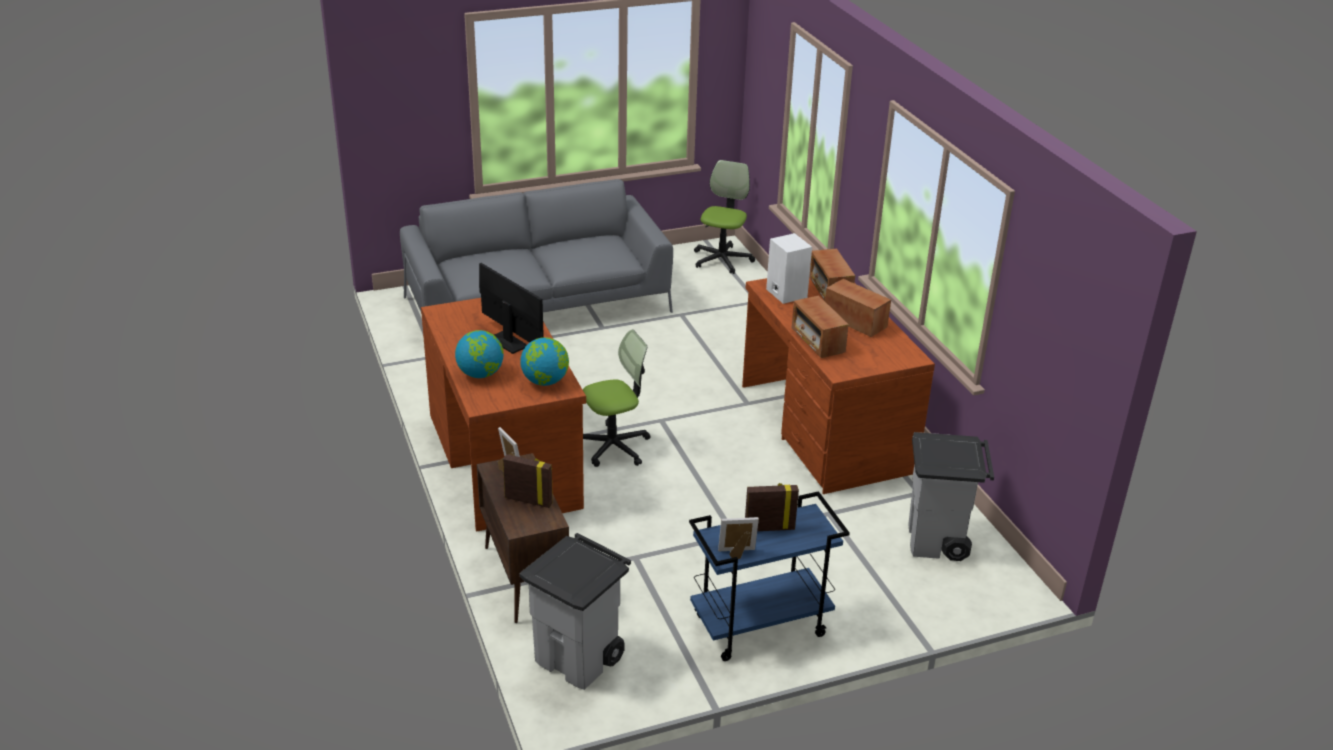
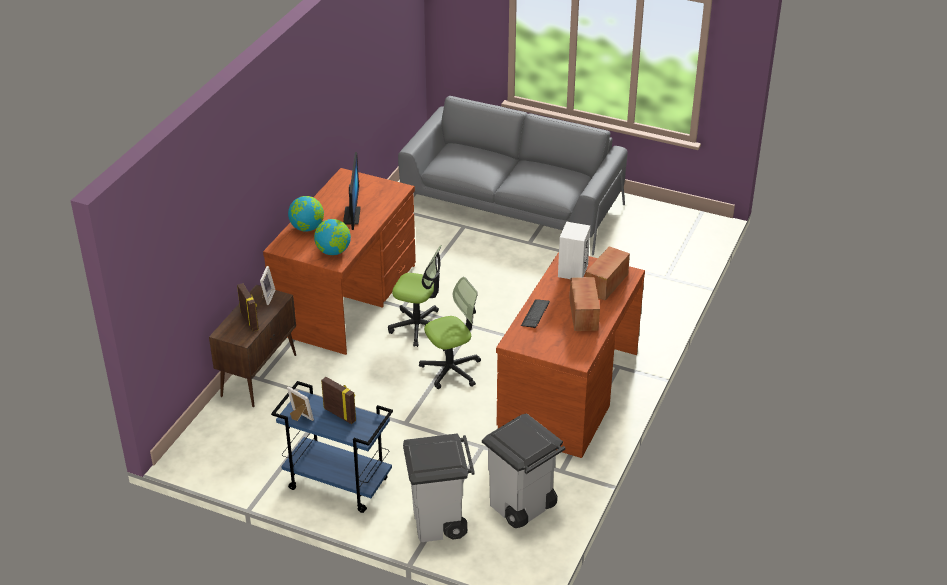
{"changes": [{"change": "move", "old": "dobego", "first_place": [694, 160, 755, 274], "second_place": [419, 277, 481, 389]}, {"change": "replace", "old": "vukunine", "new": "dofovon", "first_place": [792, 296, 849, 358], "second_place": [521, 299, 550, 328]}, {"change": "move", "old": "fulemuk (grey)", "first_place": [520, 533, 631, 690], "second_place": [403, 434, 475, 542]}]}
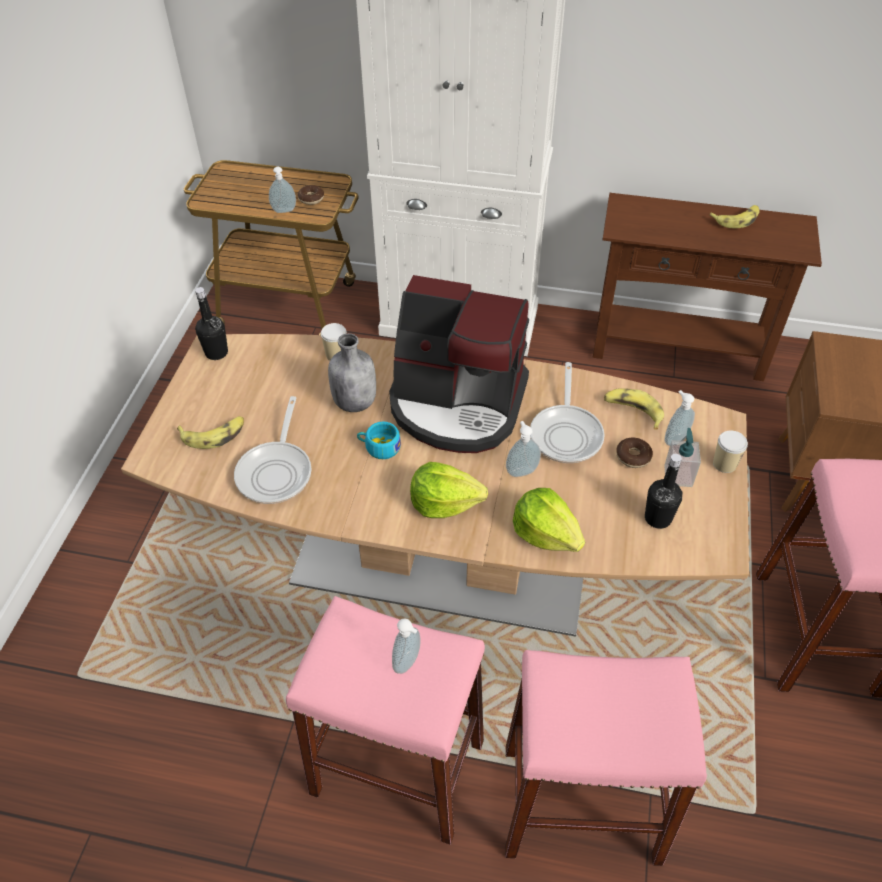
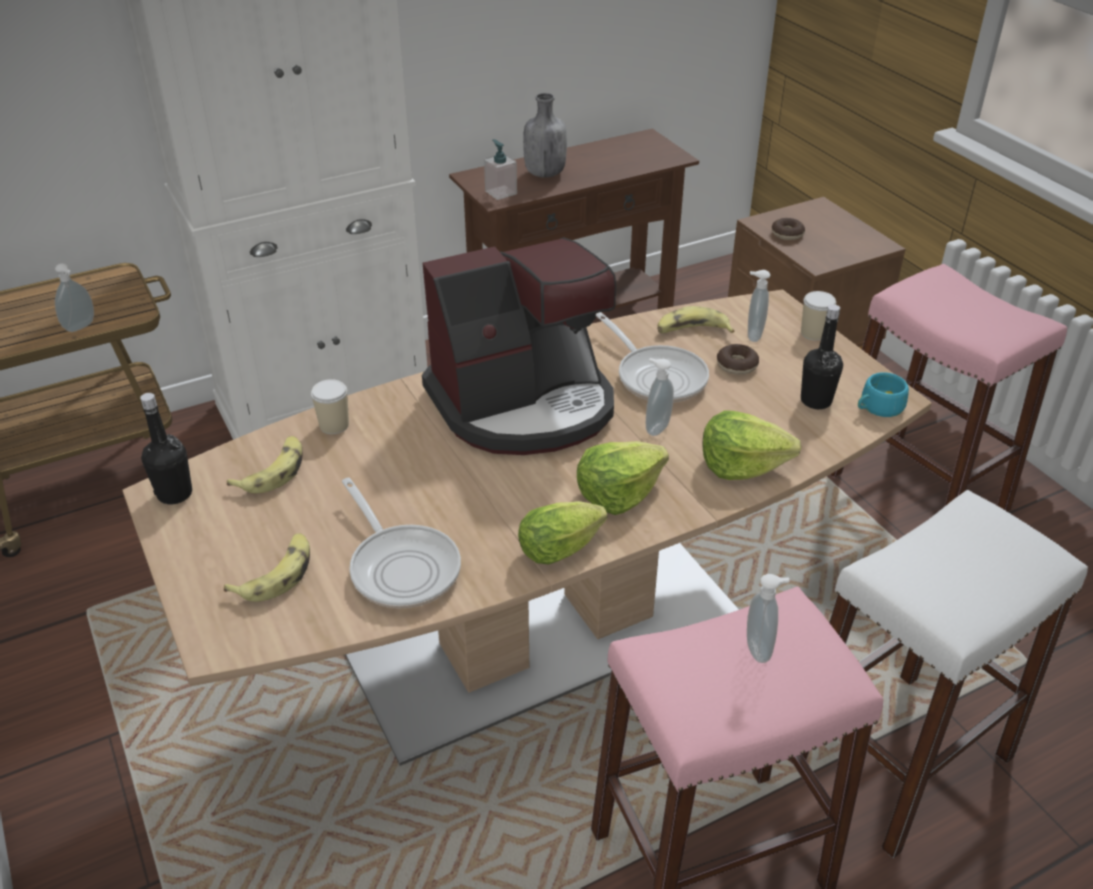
{"changes": [{"change": "move", "old": "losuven", "first_place": [298, 185, 324, 205], "second_place": [772, 218, 805, 240]}, {"change": "move", "old": "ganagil", "first_place": [709, 205, 760, 228], "second_place": [227, 436, 302, 493]}, {"change": "move", "old": "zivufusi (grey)", "first_place": [328, 333, 376, 412], "second_place": [523, 93, 567, 178]}, {"change": "move", "old": "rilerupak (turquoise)", "first_place": [357, 421, 401, 459], "second_place": [858, 372, 909, 417]}, {"change": "move", "old": "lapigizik", "first_place": [664, 428, 701, 487], "second_place": [484, 139, 517, 200]}, {"change": "recolor", "old": "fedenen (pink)", "new": "fedenen (white)", "first_place": [505, 650, 707, 866], "second_place": [788, 490, 1088, 858]}, {"change": "insert", "new": "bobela", "second_place": [518, 501, 607, 564]}]}
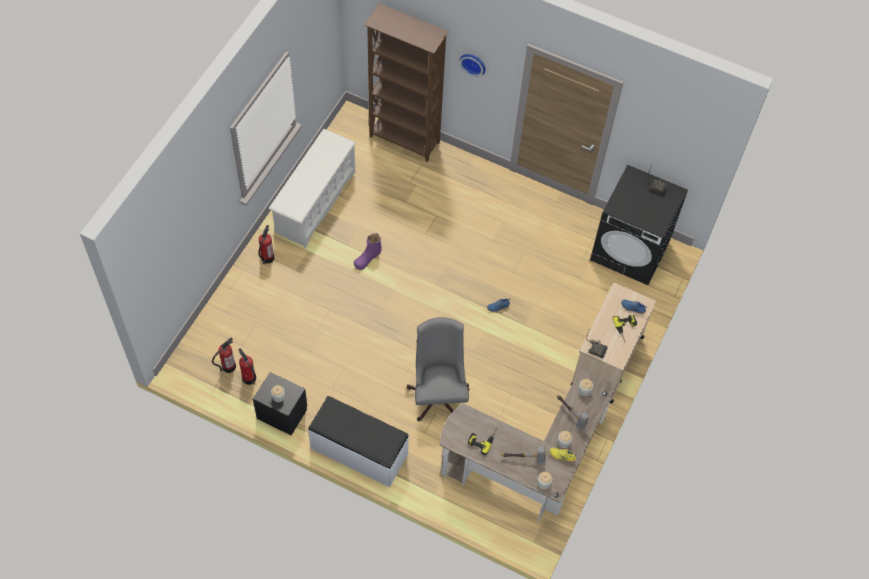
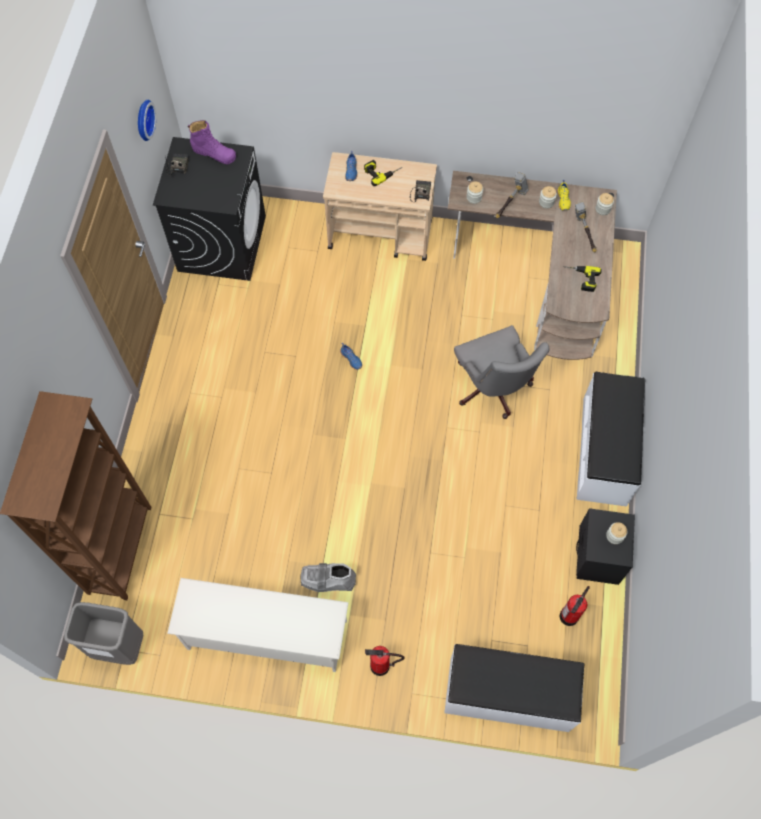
{"changes": [{"change": "move", "old": "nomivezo", "first_place": [460, 54, 486, 77], "second_place": [138, 100, 156, 141]}, {"change": "move", "old": "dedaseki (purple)", "first_place": [354, 233, 382, 270], "second_place": [188, 120, 236, 164]}, {"change": "rotate", "old": "dobego (grey)", "first_place": [407, 317, 469, 421], "second_place": [454, 325, 549, 419], "degrees": -90}, {"change": "delete", "old": "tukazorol", "first_place": [212, 338, 236, 373]}, {"change": "insert", "new": "dedaseki (grey)", "second_place": [300, 563, 356, 592]}, {"change": "insert", "new": "fulemuk (grey)", "second_place": [64, 602, 144, 665]}, {"change": "insert", "new": "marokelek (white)", "second_place": [444, 644, 584, 732]}]}
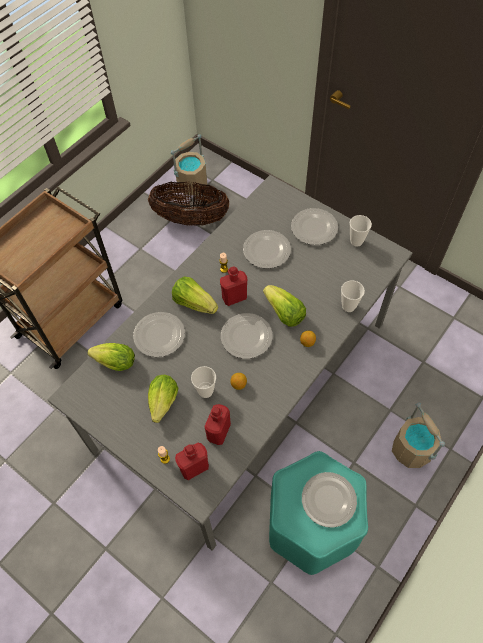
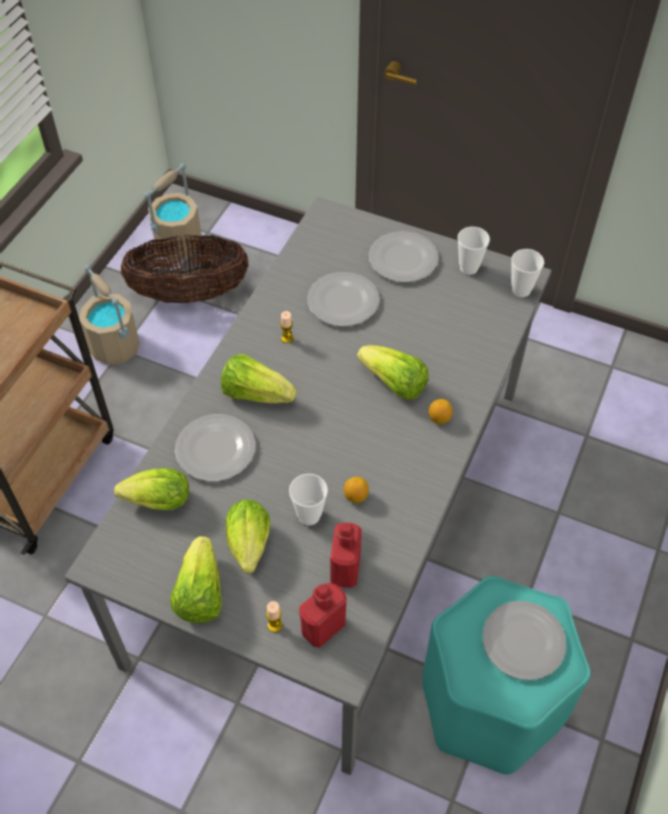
{"changes": [{"change": "delete", "old": "zivufusi (red)", "first_place": [220, 266, 247, 306]}, {"change": "move", "old": "rilerupak", "first_place": [341, 280, 365, 312], "second_place": [511, 249, 544, 297]}, {"change": "delete", "old": "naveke", "first_place": [221, 313, 273, 359]}, {"change": "move", "old": "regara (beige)", "first_place": [392, 402, 445, 468], "second_place": [79, 265, 140, 365]}, {"change": "insert", "new": "bobela", "second_place": [170, 536, 222, 623]}]}
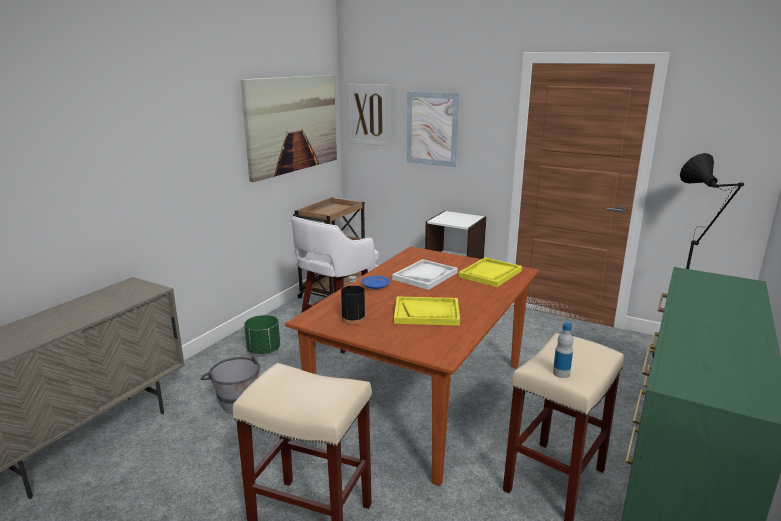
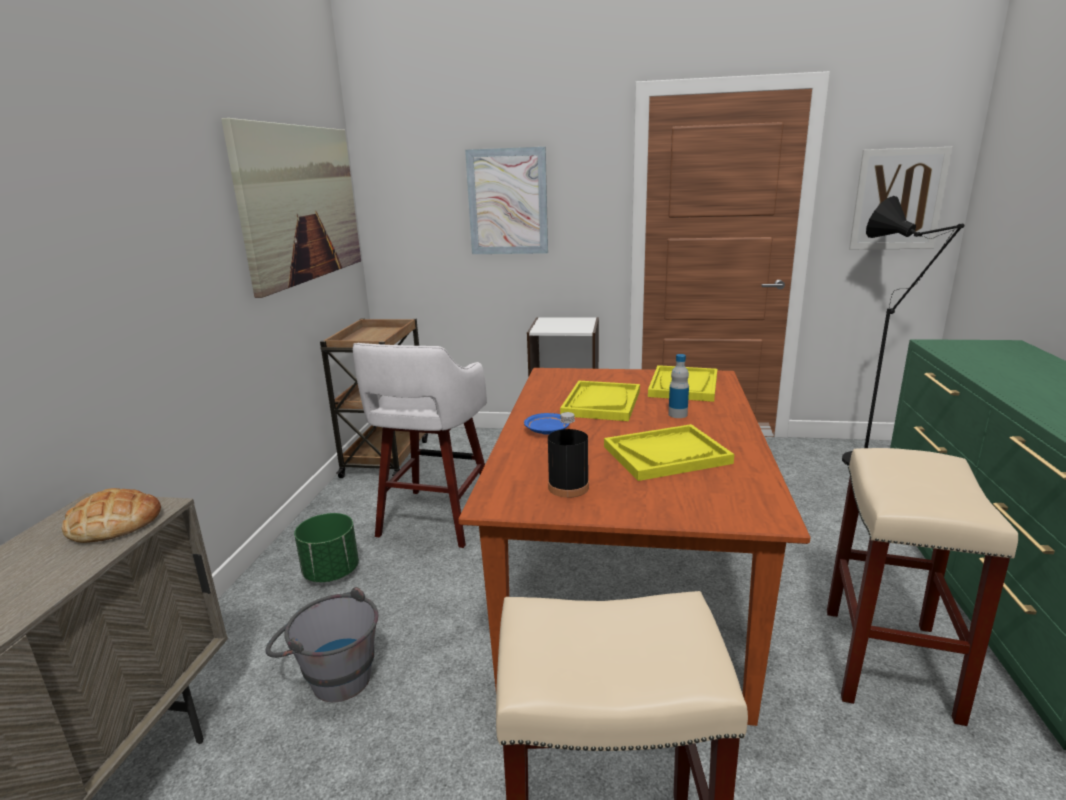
{"changes": [{"change": "move", "old": "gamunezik", "first_place": [347, 84, 390, 146], "second_place": [849, 147, 952, 250]}, {"change": "recolor", "old": "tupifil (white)", "new": "tupifil (yellow)", "first_place": [392, 259, 458, 290], "second_place": [560, 380, 640, 421]}, {"change": "move", "old": "zivufusi", "first_place": [553, 323, 574, 378], "second_place": [668, 354, 689, 418]}, {"change": "insert", "new": "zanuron", "second_place": [62, 488, 161, 543]}]}
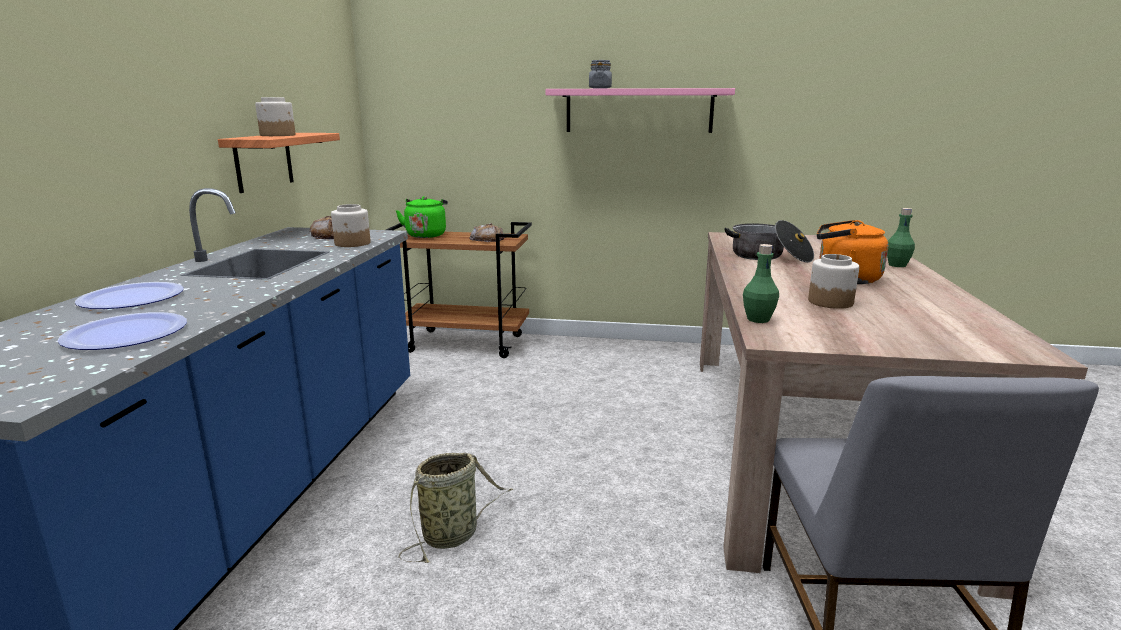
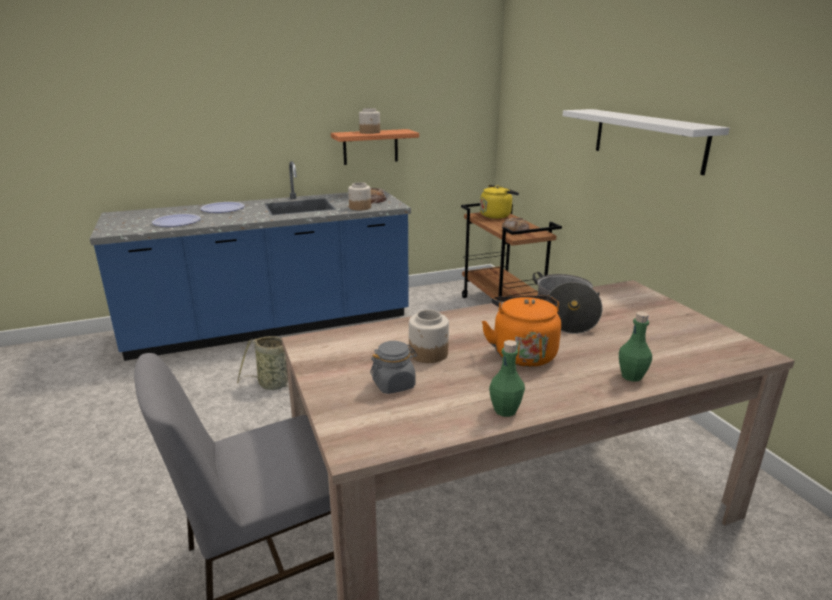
{"changes": [{"change": "move", "old": "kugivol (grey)", "first_place": [589, 60, 612, 89], "second_place": [370, 341, 417, 394]}, {"change": "recolor", "old": "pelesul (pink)", "new": "pelesul (white)", "first_place": [545, 88, 735, 133], "second_place": [563, 109, 730, 175]}, {"change": "recolor", "old": "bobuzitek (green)", "new": "bobuzitek (yellow)", "first_place": [396, 196, 448, 238], "second_place": [480, 185, 519, 219]}, {"change": "move", "old": "zivufusi (green)", "first_place": [743, 244, 779, 323], "second_place": [489, 340, 525, 417]}]}
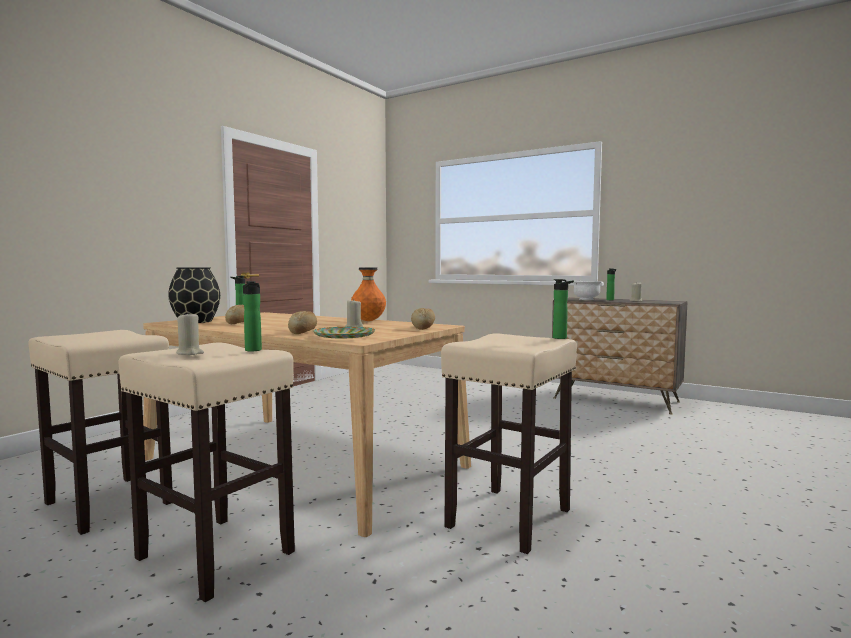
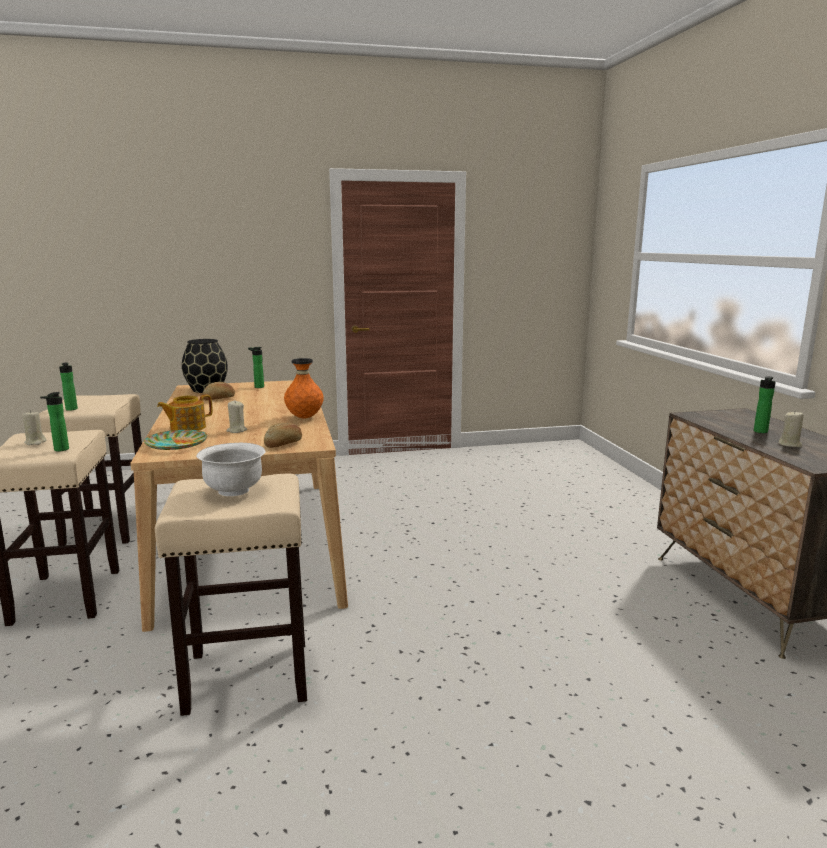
{"changes": [{"change": "move", "old": "zivufusi", "first_place": [553, 279, 574, 339], "second_place": [59, 363, 78, 411]}, {"change": "move", "old": "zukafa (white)", "first_place": [574, 281, 602, 300], "second_place": [196, 443, 265, 496]}, {"change": "replace", "old": "zanuron", "new": "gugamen", "first_place": [288, 311, 317, 334], "second_place": [157, 395, 212, 431]}]}
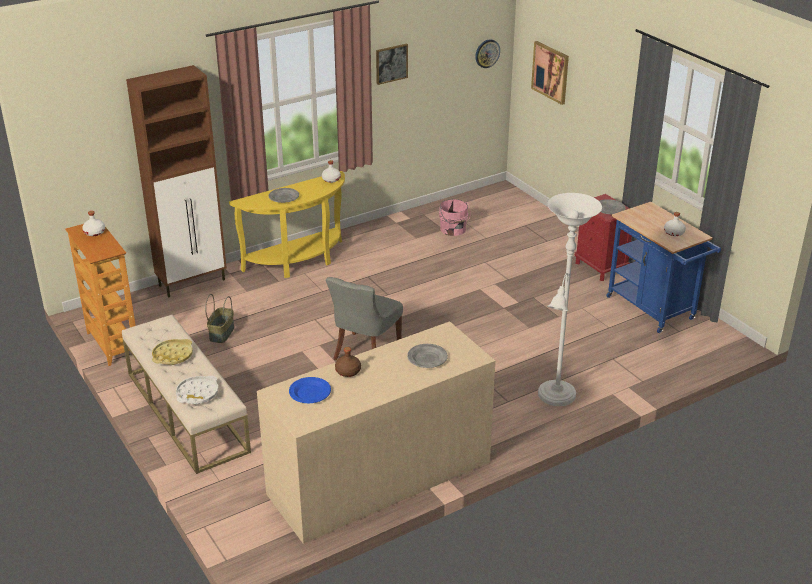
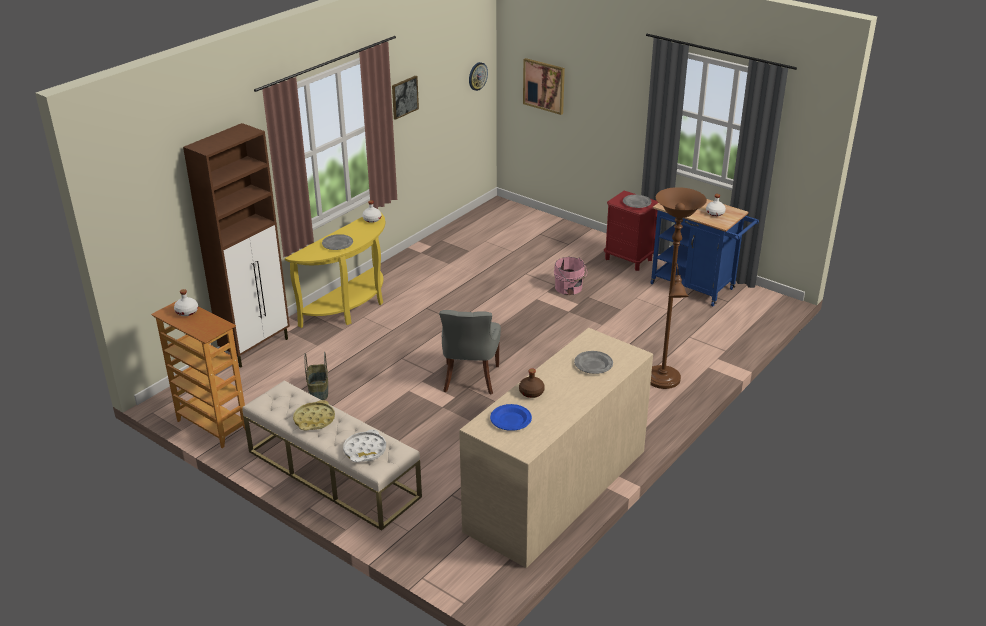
{"changes": [{"change": "recolor", "old": "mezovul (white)", "new": "mezovul (brown)", "first_place": [538, 193, 602, 406], "second_place": [650, 187, 707, 389]}, {"change": "move", "old": "regara (pink)", "first_place": [439, 199, 471, 236], "second_place": [554, 257, 587, 295]}]}
